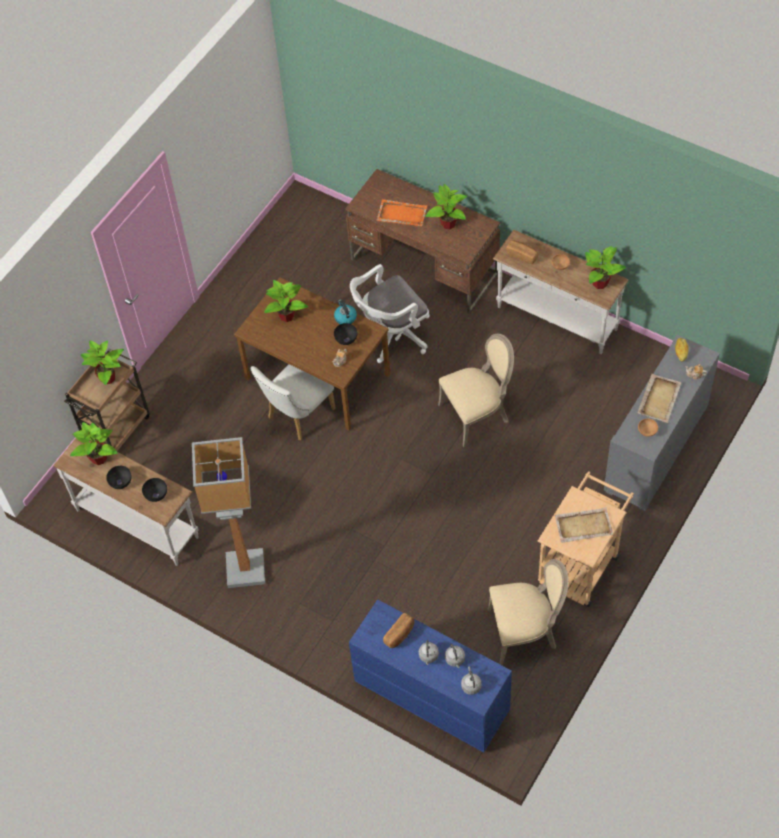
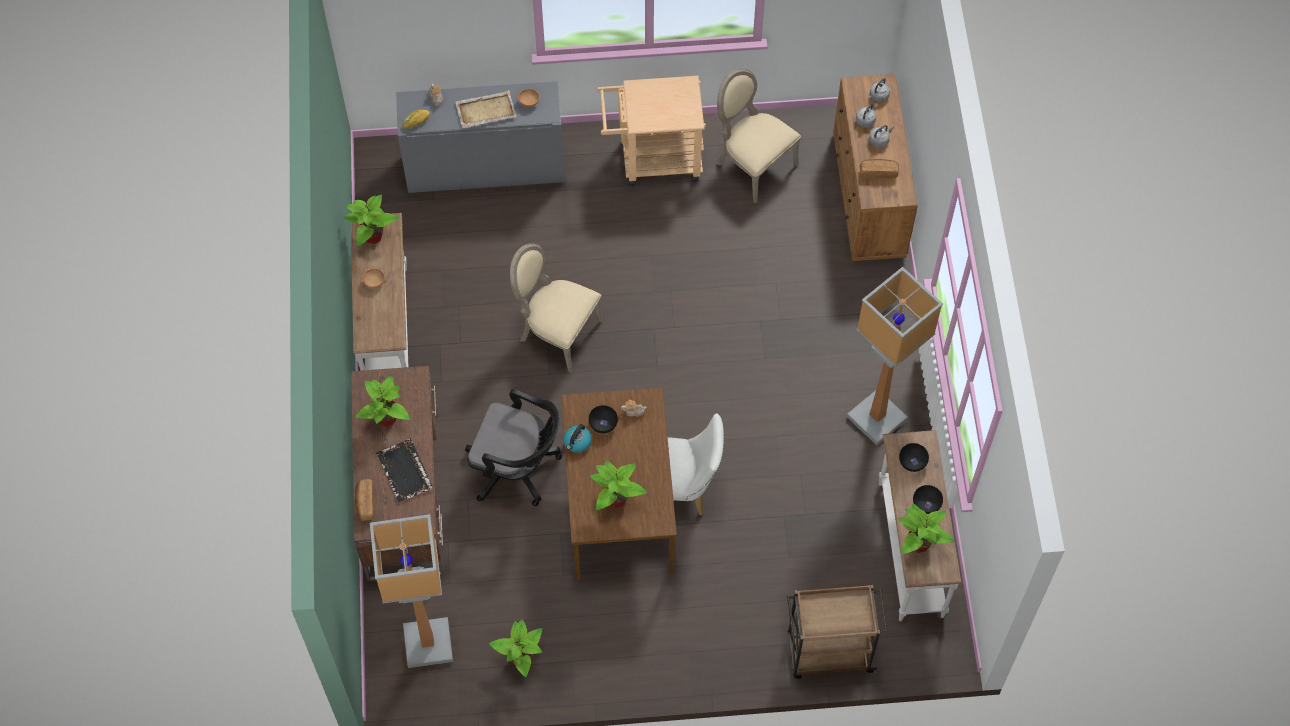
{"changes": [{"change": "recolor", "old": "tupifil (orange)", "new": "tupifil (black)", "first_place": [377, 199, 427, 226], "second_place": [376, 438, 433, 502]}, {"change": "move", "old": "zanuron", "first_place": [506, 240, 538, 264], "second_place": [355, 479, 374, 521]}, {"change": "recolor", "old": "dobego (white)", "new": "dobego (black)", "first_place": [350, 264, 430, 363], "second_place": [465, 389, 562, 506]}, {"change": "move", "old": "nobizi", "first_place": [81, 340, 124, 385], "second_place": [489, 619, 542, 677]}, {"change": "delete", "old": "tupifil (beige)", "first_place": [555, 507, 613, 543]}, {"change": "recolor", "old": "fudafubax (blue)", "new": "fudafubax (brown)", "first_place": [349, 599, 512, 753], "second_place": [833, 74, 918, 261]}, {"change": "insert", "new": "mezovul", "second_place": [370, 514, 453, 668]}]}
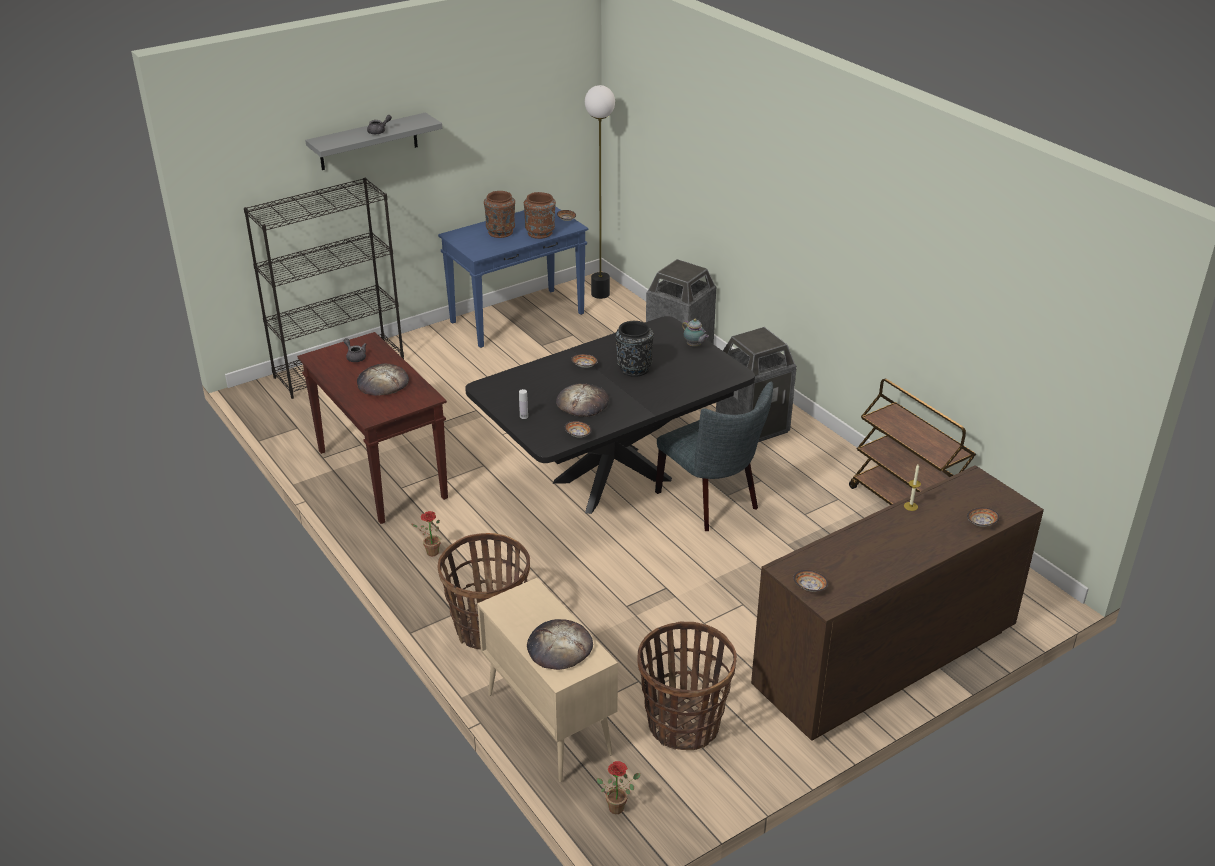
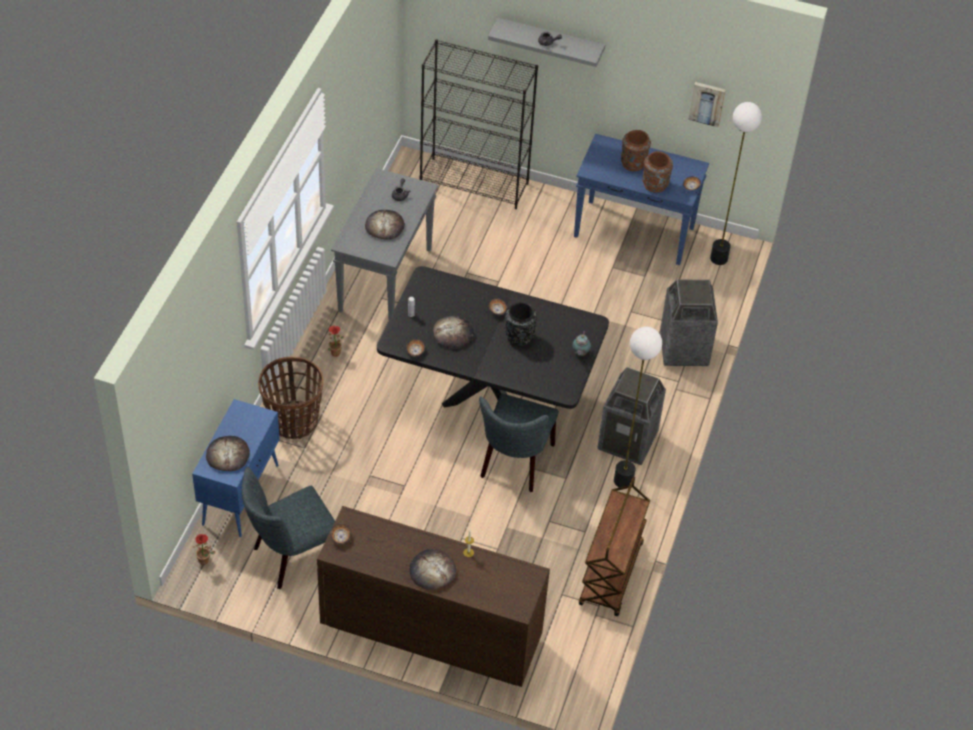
{"changes": [{"change": "recolor", "old": "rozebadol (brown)", "new": "rozebadol (grey)", "first_place": [297, 332, 448, 524], "second_place": [331, 168, 438, 321]}, {"change": "delete", "old": "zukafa", "first_place": [967, 508, 999, 527]}, {"change": "recolor", "old": "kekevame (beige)", "new": "kekevame (blue)", "first_place": [477, 578, 618, 782], "second_place": [192, 399, 280, 537]}, {"change": "replace", "old": "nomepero", "new": "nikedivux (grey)", "first_place": [637, 622, 737, 750], "second_place": [242, 467, 335, 589]}, {"change": "insert", "new": "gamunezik", "second_place": [688, 82, 726, 127]}, {"change": "insert", "new": "mezovul", "second_place": [614, 327, 662, 488]}, {"change": "insert", "new": "zanuron", "second_place": [409, 549, 456, 590]}]}
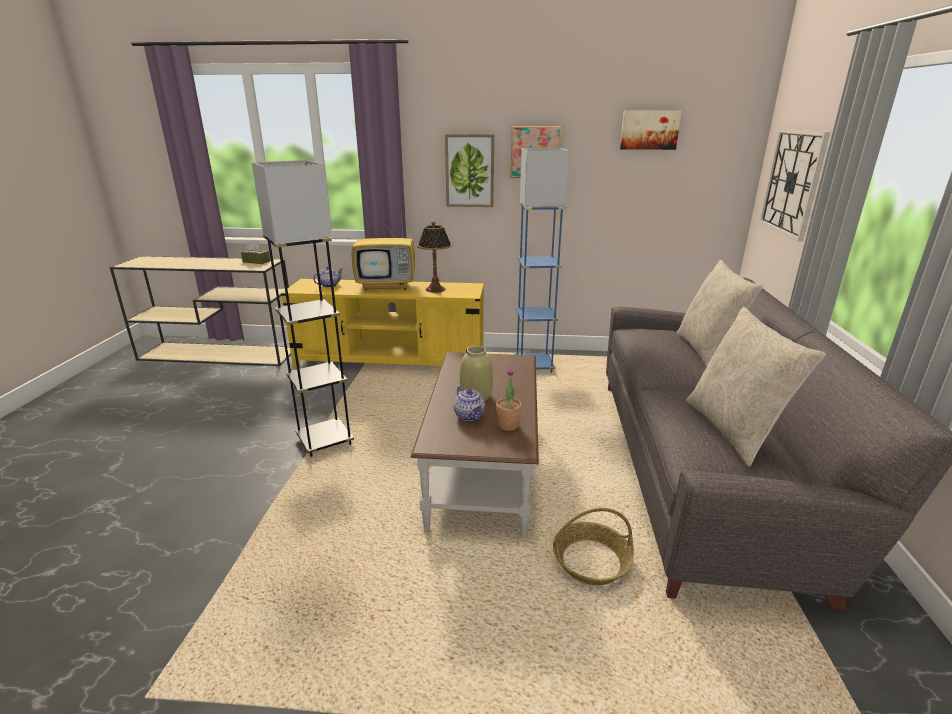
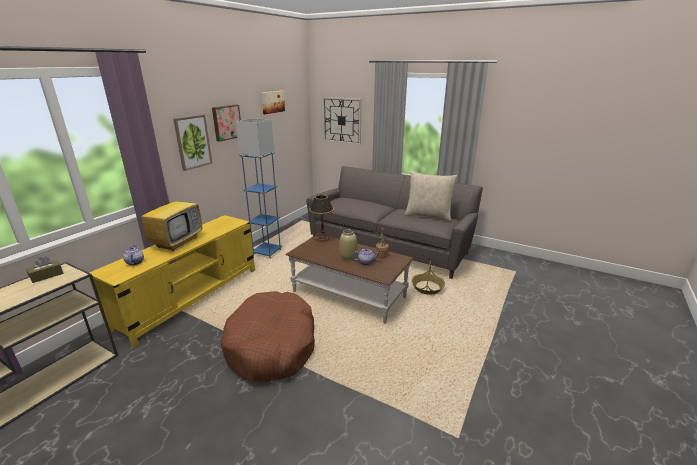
{"changes": [{"change": "replace", "old": "mezovul (grey)", "new": "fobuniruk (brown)", "first_place": [252, 160, 354, 457], "second_place": [221, 291, 315, 382]}, {"change": "move", "old": "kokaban", "first_place": [417, 222, 452, 293], "second_place": [309, 194, 334, 242]}, {"change": "delete", "old": "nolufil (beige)", "first_place": [677, 260, 763, 367]}]}
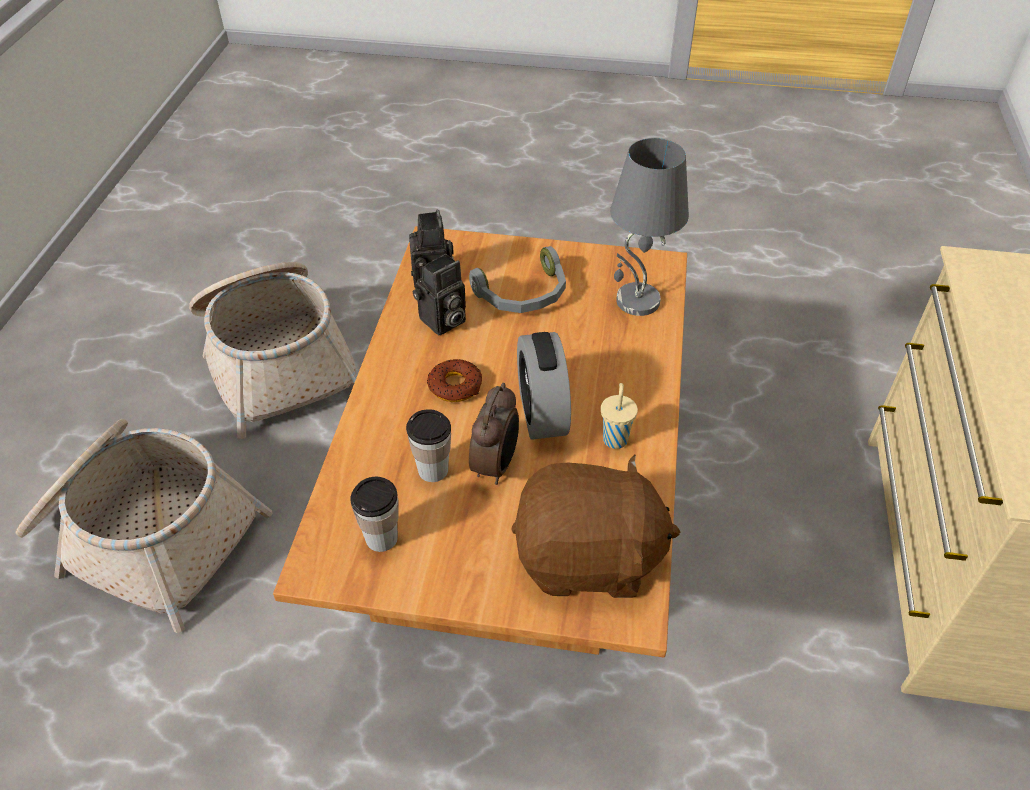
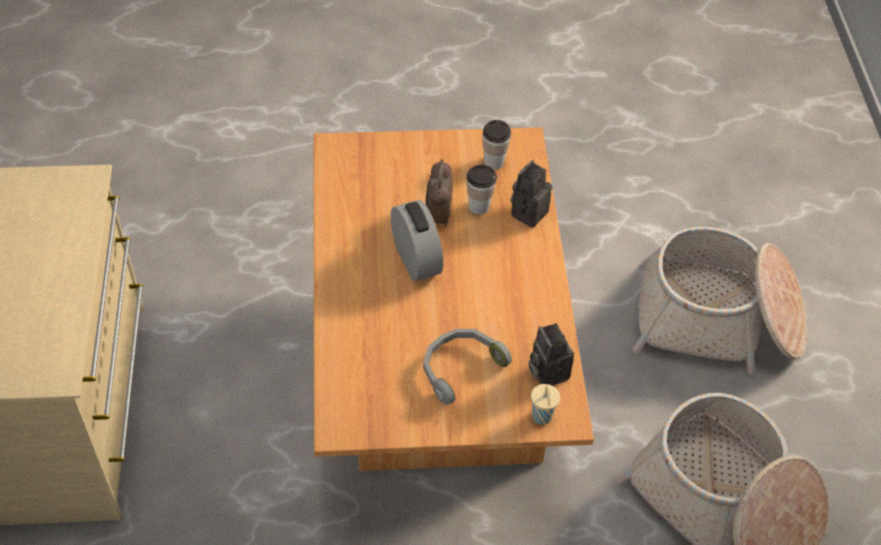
{"changes": [{"change": "delete", "old": "kokaban (grey)", "first_place": [610, 138, 689, 316]}, {"change": "move", "old": "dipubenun", "first_place": [413, 254, 466, 335], "second_place": [510, 160, 553, 228]}, {"change": "delete", "old": "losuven", "first_place": [427, 359, 482, 402]}, {"change": "move", "old": "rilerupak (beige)", "first_place": [601, 383, 638, 449], "second_place": [531, 384, 560, 425]}, {"change": "delete", "old": "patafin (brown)", "first_place": [511, 454, 680, 598]}]}
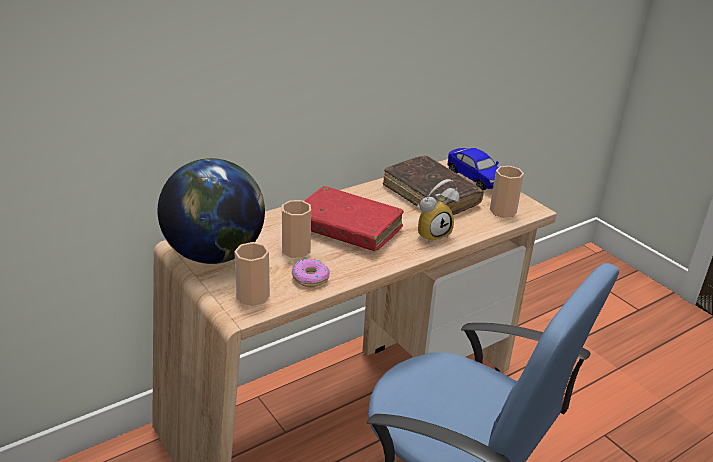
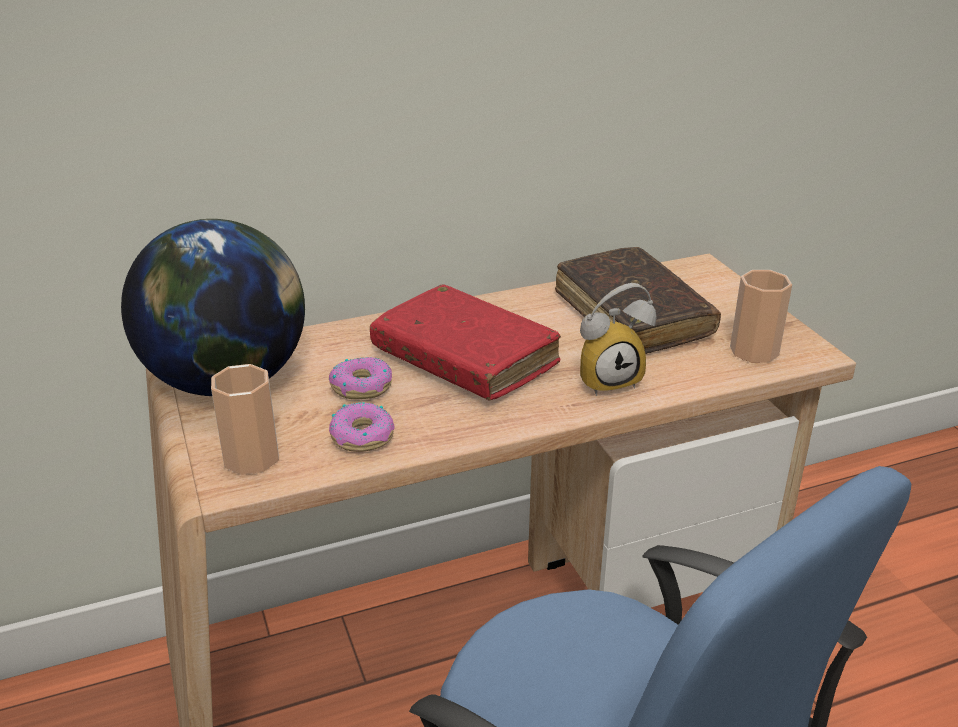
{"changes": [{"change": "delete", "old": "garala", "first_place": [448, 148, 499, 190]}, {"change": "replace", "old": "rilerupak", "new": "losuven", "first_place": [282, 200, 311, 258], "second_place": [329, 357, 392, 399]}]}
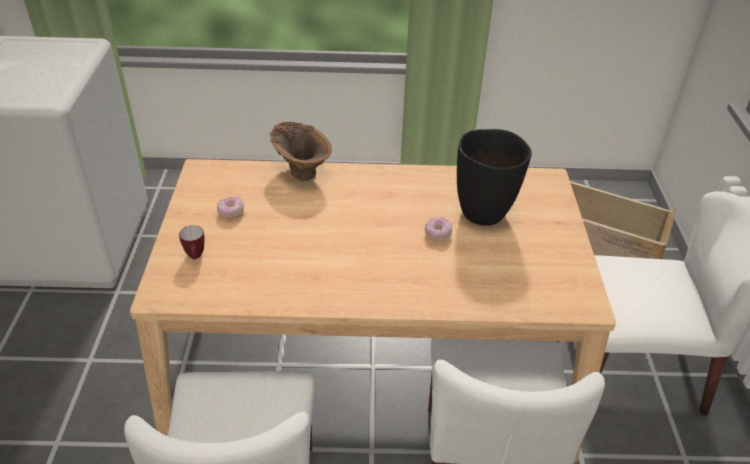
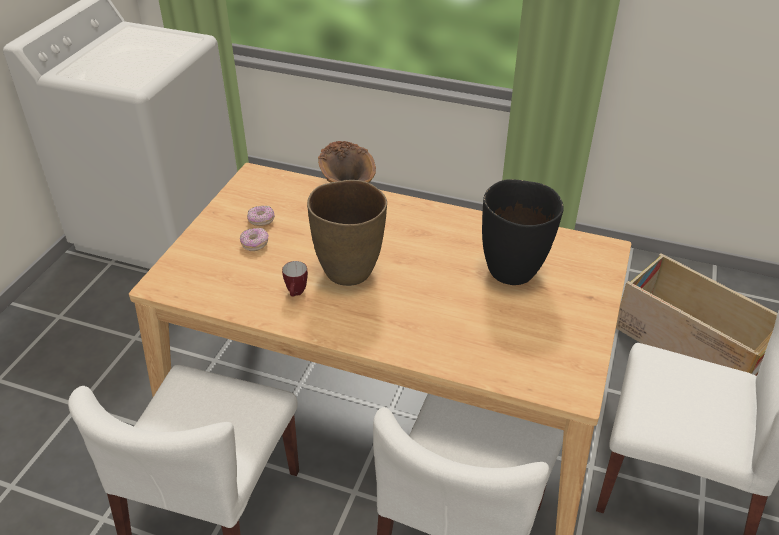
{"changes": [{"change": "move", "old": "losuven", "first_place": [425, 217, 452, 242], "second_place": [240, 228, 268, 251]}, {"change": "move", "old": "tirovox", "first_place": [179, 225, 205, 259], "second_place": [282, 261, 308, 297]}, {"change": "insert", "new": "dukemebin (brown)", "second_place": [307, 180, 387, 286]}]}
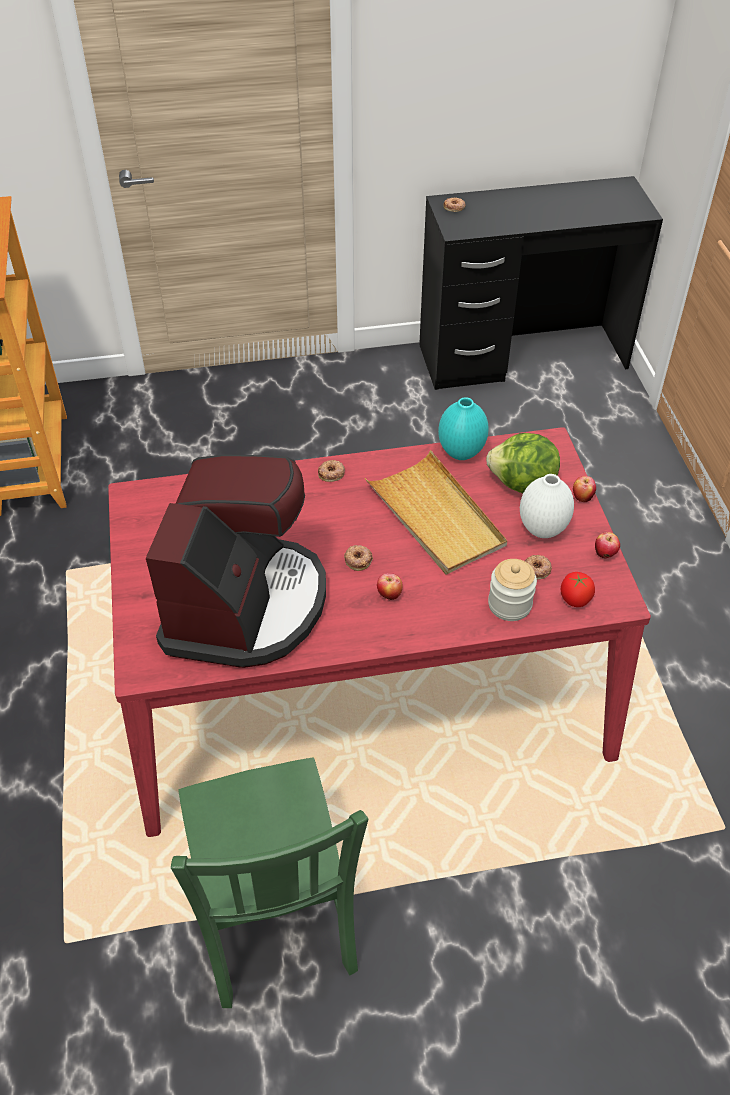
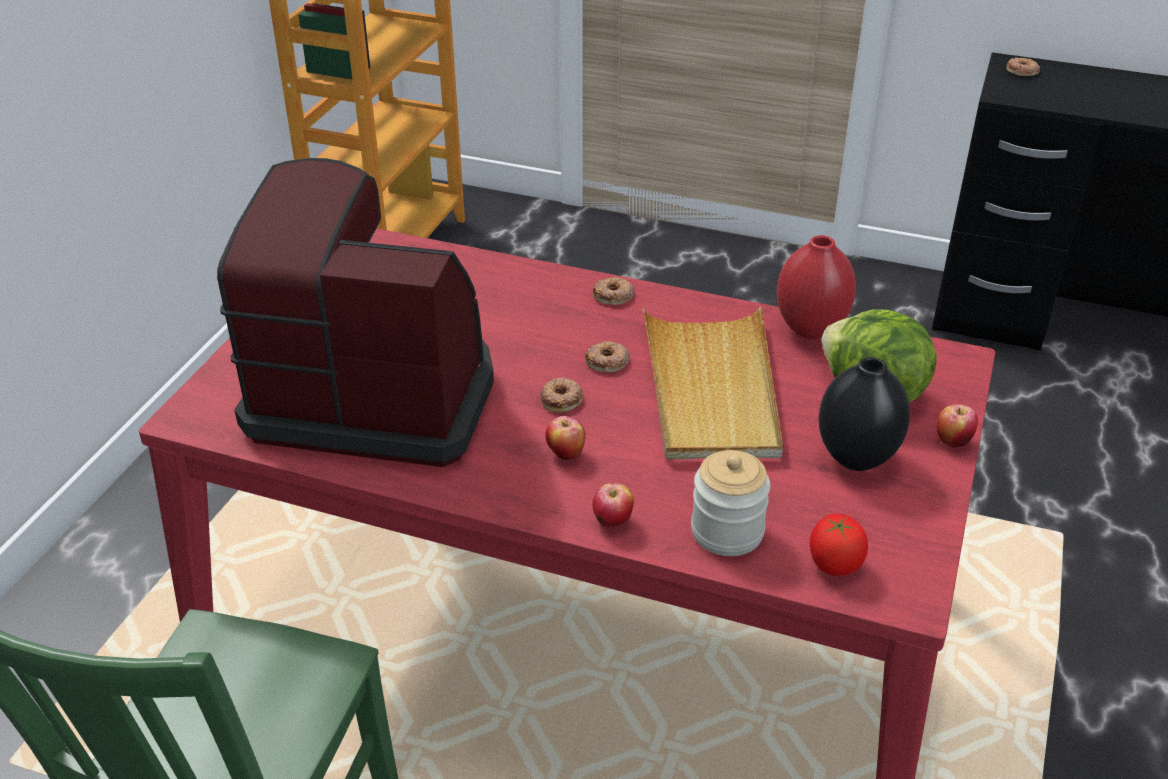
{"changes": [{"change": "recolor", "old": "dukemebin (turquoise)", "new": "dukemebin (red)", "first_place": [438, 397, 489, 460], "second_place": [777, 235, 856, 339]}, {"change": "rotate", "old": "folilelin", "first_place": [146, 454, 326, 668], "second_place": [217, 158, 494, 467], "degrees": -120}, {"change": "recolor", "old": "dukemebin (white)", "new": "dukemebin (black)", "first_place": [520, 474, 574, 538], "second_place": [819, 357, 910, 471]}, {"change": "move", "old": "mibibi", "first_place": [595, 532, 620, 559], "second_place": [592, 483, 634, 527]}, {"change": "move", "old": "losuven", "first_place": [525, 555, 552, 580], "second_place": [585, 341, 630, 372]}]}
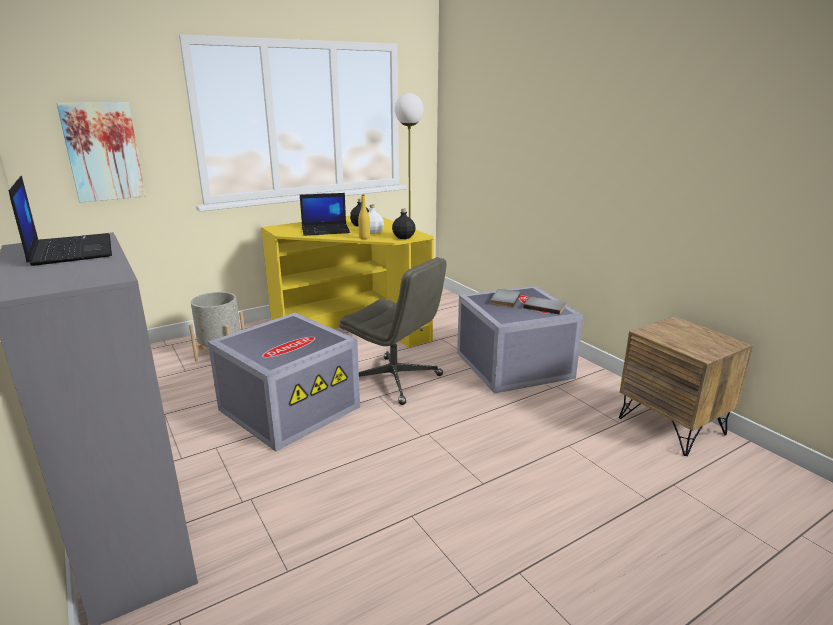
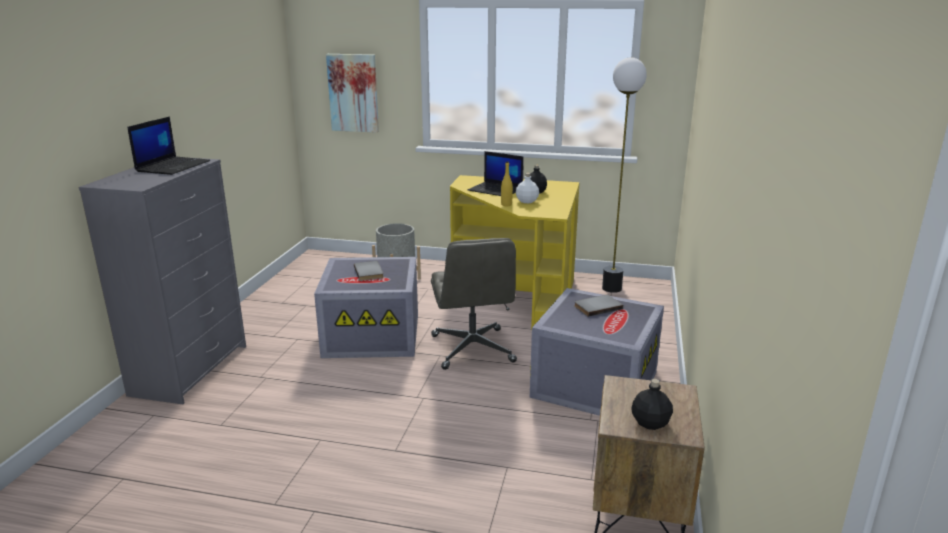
{"changes": [{"change": "move", "old": "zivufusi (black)", "first_place": [392, 209, 416, 239], "second_place": [631, 379, 673, 430]}, {"change": "move", "old": "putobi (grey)", "first_place": [523, 297, 566, 315], "second_place": [354, 261, 384, 281]}]}
